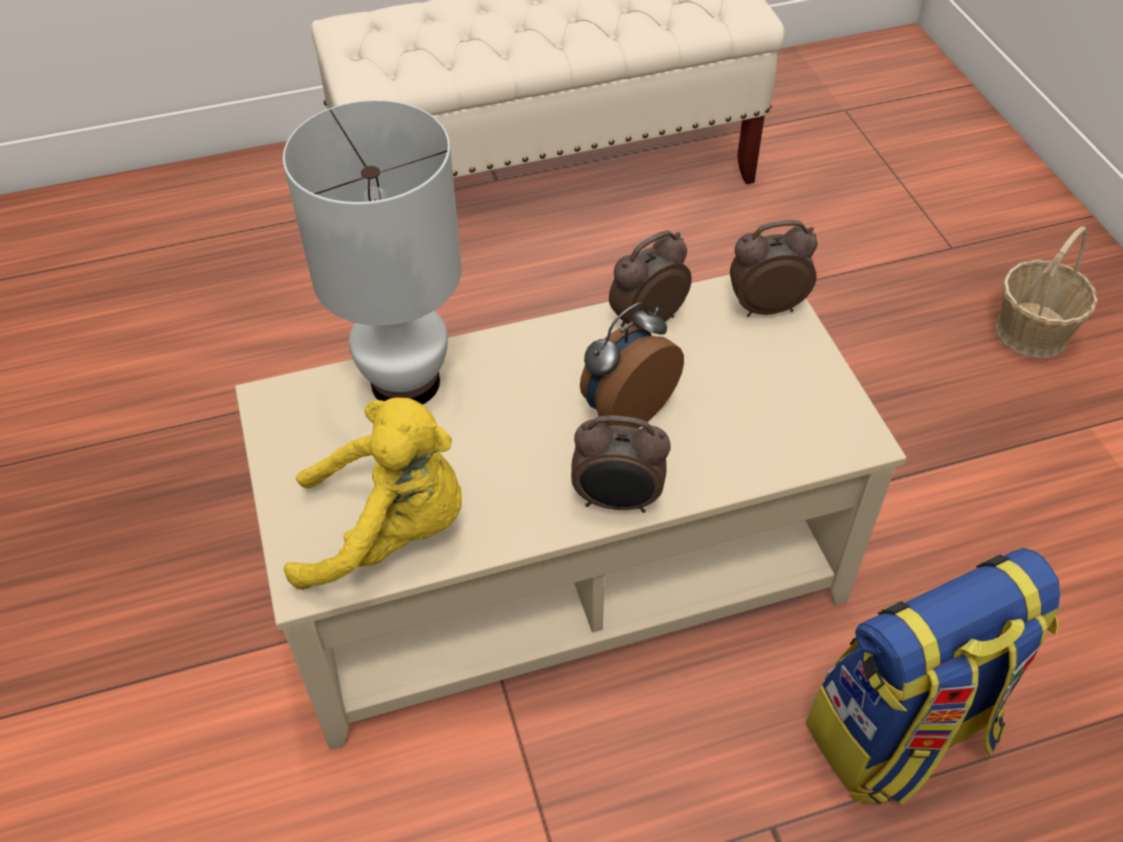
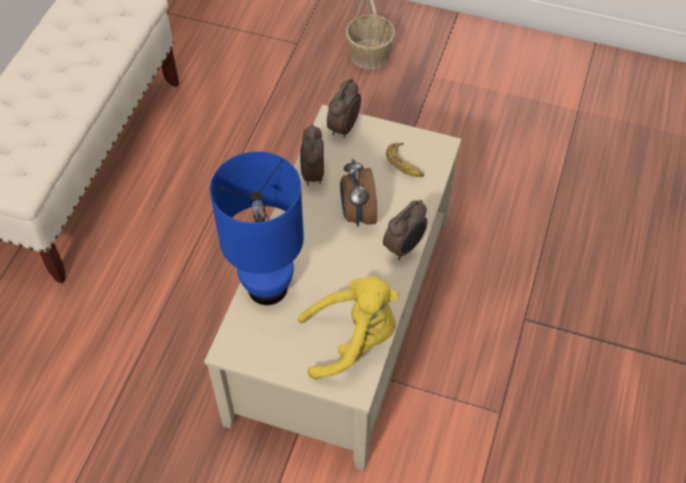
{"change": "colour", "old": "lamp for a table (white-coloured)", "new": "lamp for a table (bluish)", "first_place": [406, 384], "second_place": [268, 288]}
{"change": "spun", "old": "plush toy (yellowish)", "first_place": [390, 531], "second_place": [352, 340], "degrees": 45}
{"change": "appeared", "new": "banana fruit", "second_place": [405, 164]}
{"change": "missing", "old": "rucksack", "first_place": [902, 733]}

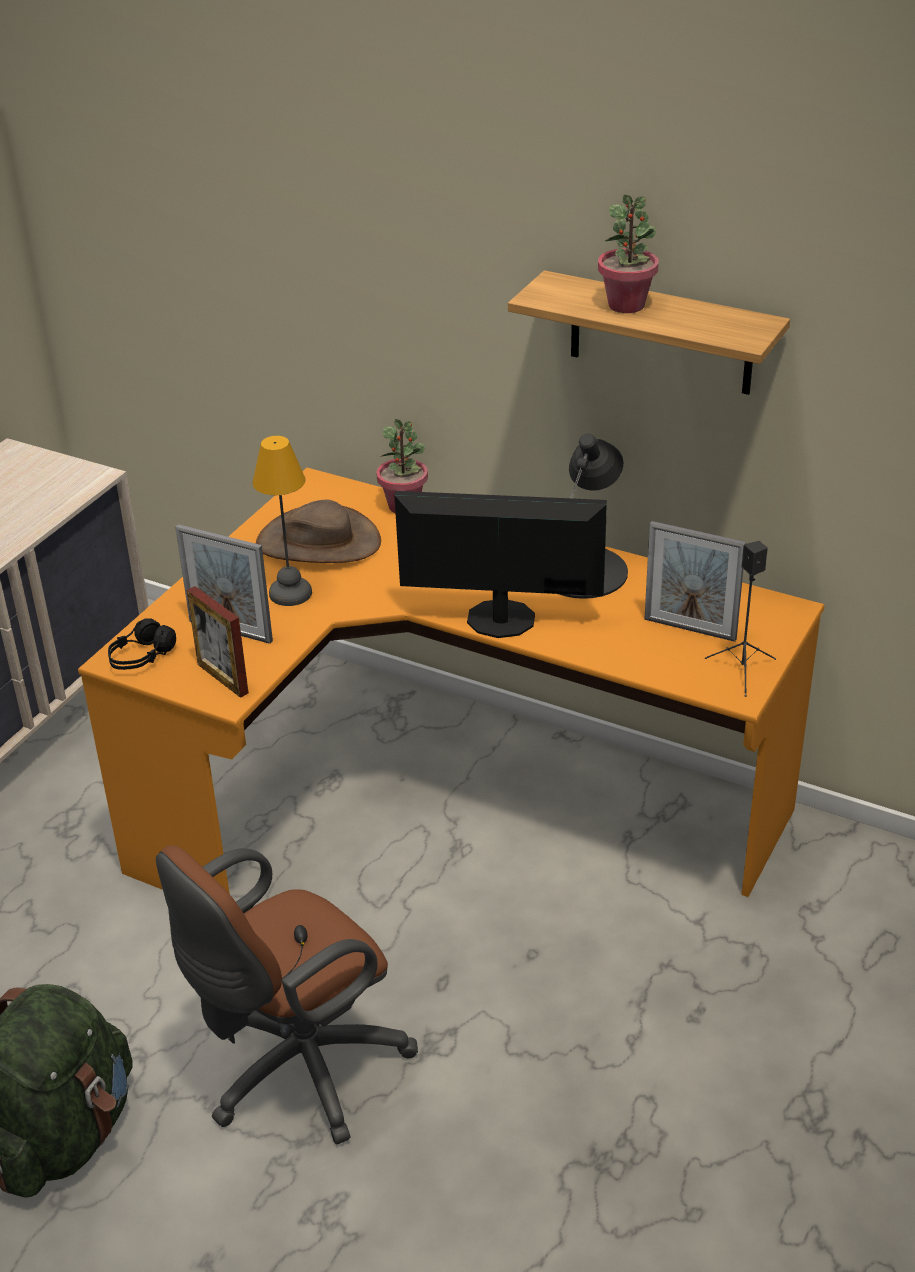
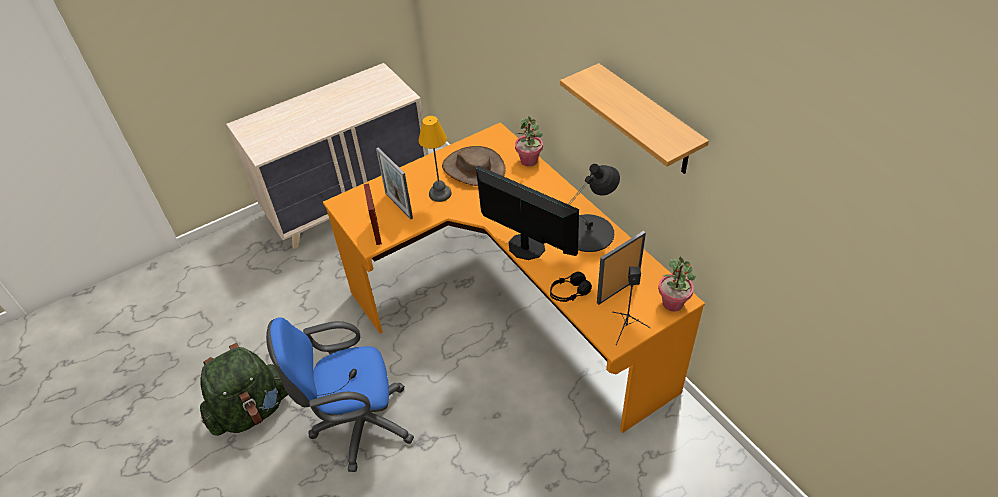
{"change": "colour", "old": "computer chair (brown-coloured)", "new": "computer chair (bluish)", "first_place": [296, 1070], "second_place": [357, 425]}
{"change": "relocated", "old": "pair of headphones (black-coloured)", "first_place": [141, 657], "second_place": [569, 293]}
{"change": "spun", "old": "standing frame", "first_place": [690, 629], "second_place": [618, 290], "degrees": 90}
{"change": "relocated", "old": "plant in a pot", "first_place": [626, 305], "second_place": [673, 303]}

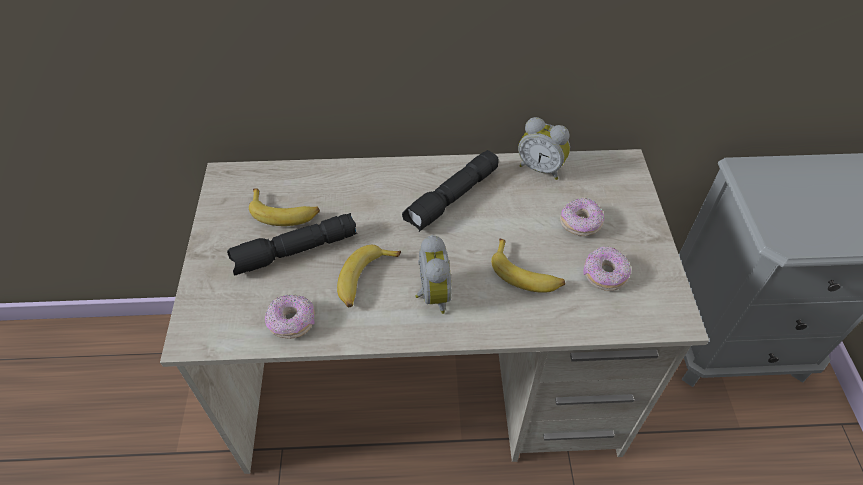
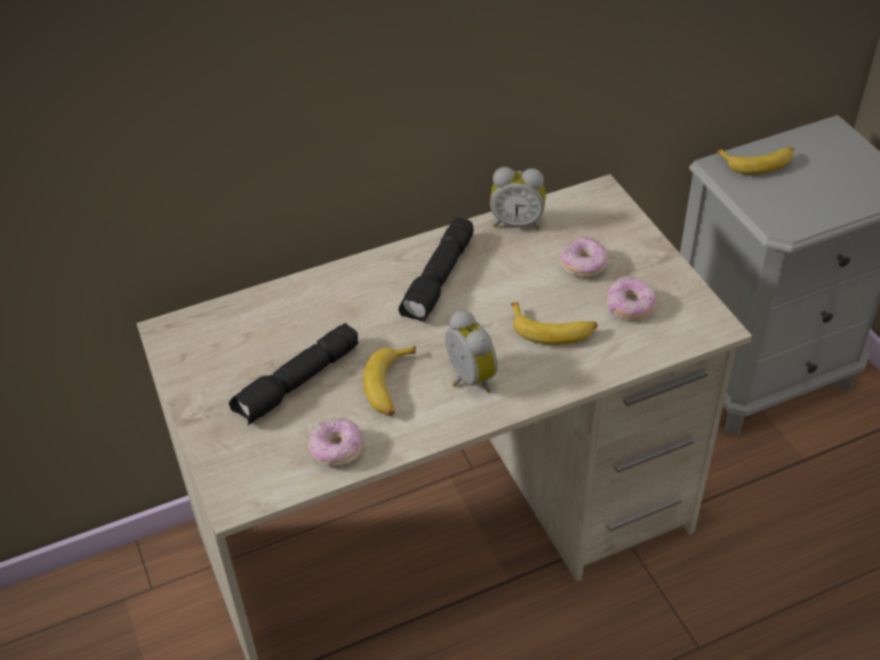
{"change": "relocated", "old": "banana fruit", "first_place": [284, 213], "second_place": [758, 163]}

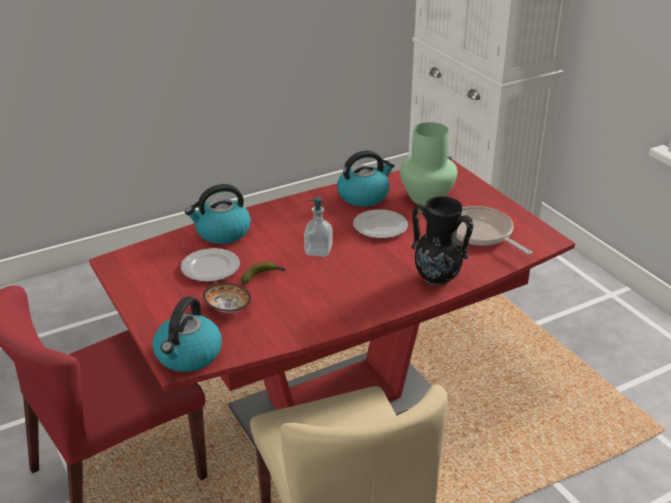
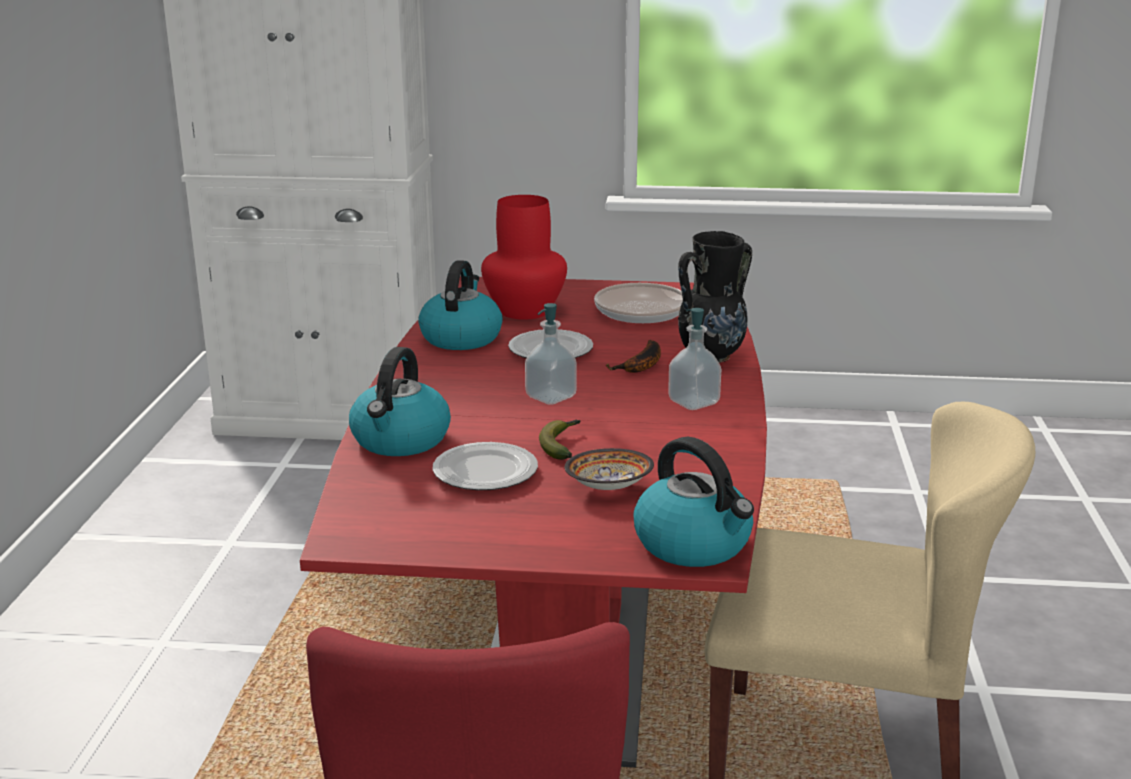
{"change": "colour", "old": "decorative vase (green-coloured)", "new": "decorative vase (reddish)", "first_place": [425, 197], "second_place": [524, 311]}
{"change": "appeared", "new": "banana fruit", "second_place": [642, 365]}
{"change": "appeared", "new": "liquid soap bottle", "second_place": [693, 402]}

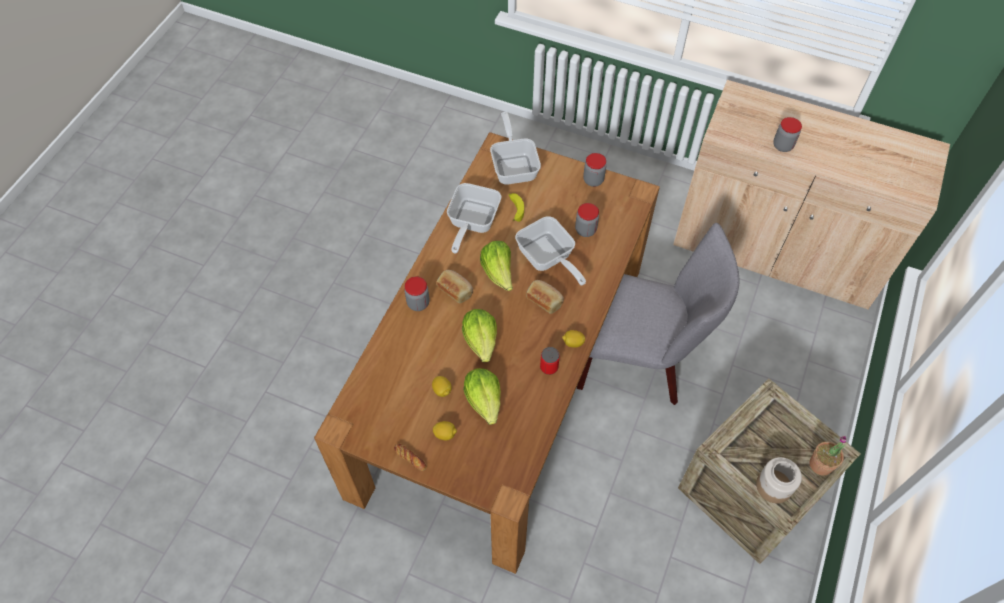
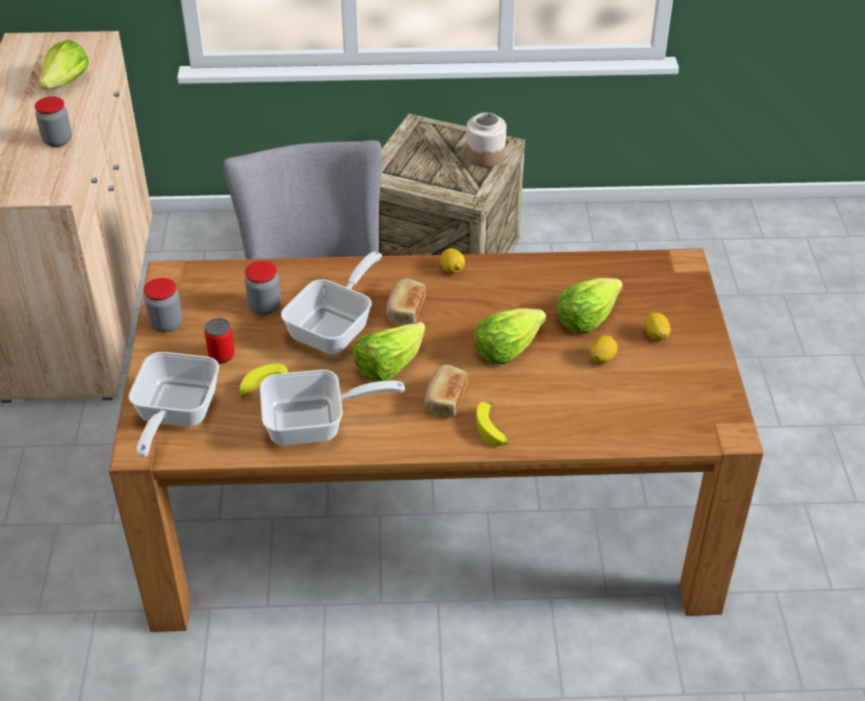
{"change": "appeared", "new": "head of lettuce", "second_place": [66, 83]}
{"change": "spun", "old": "skillet", "first_place": [514, 165], "second_place": [174, 415], "degrees": -45}
{"change": "relocated", "old": "can", "first_place": [549, 367], "second_place": [221, 355]}
{"change": "exchanged", "old": "jar", "new": "banana fruit", "first_place": [418, 303], "second_place": [492, 430]}
{"change": "missing", "old": "bakery bread", "first_place": [410, 458]}
{"change": "missing", "old": "plant in a pot", "first_place": [820, 464]}

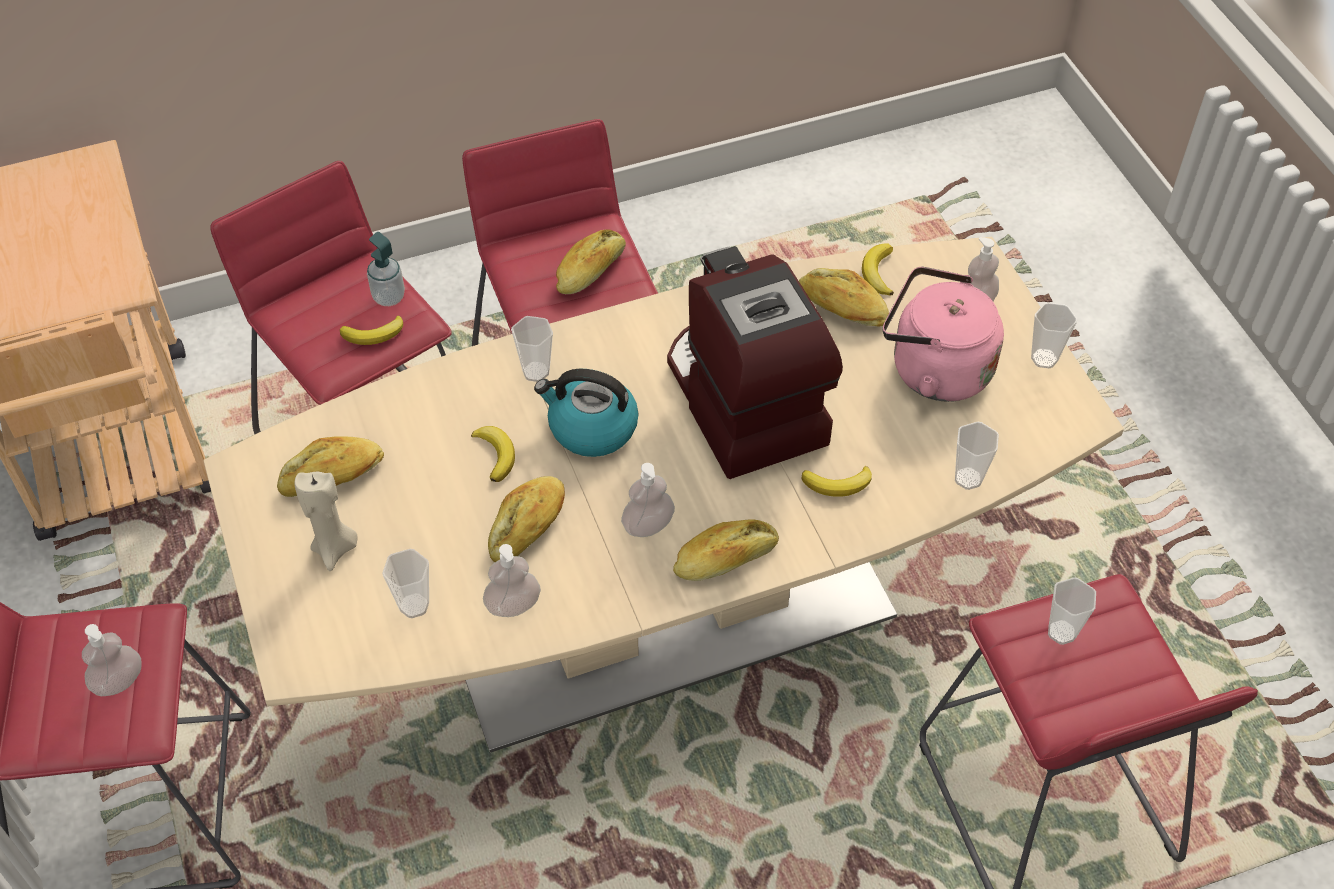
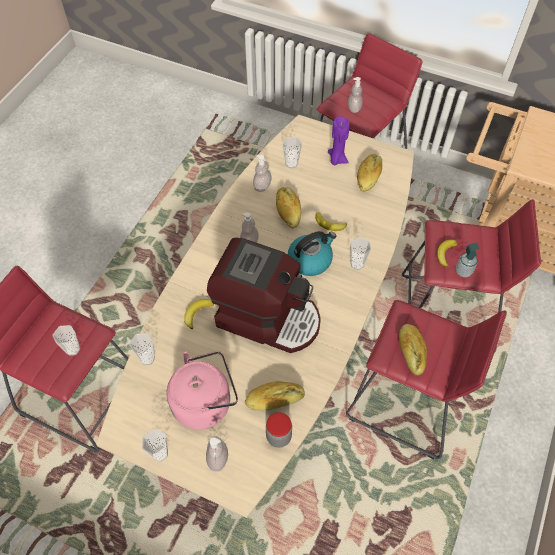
{"change": "exchanged", "old": "banana fruit", "new": "jar", "first_place": [878, 272], "second_place": [278, 436]}
{"change": "colour", "old": "candle (beige-coloured)", "new": "candle (purplish)", "first_place": [335, 548], "second_place": [337, 159]}
{"change": "missing", "old": "bakery bread", "first_place": [725, 559]}

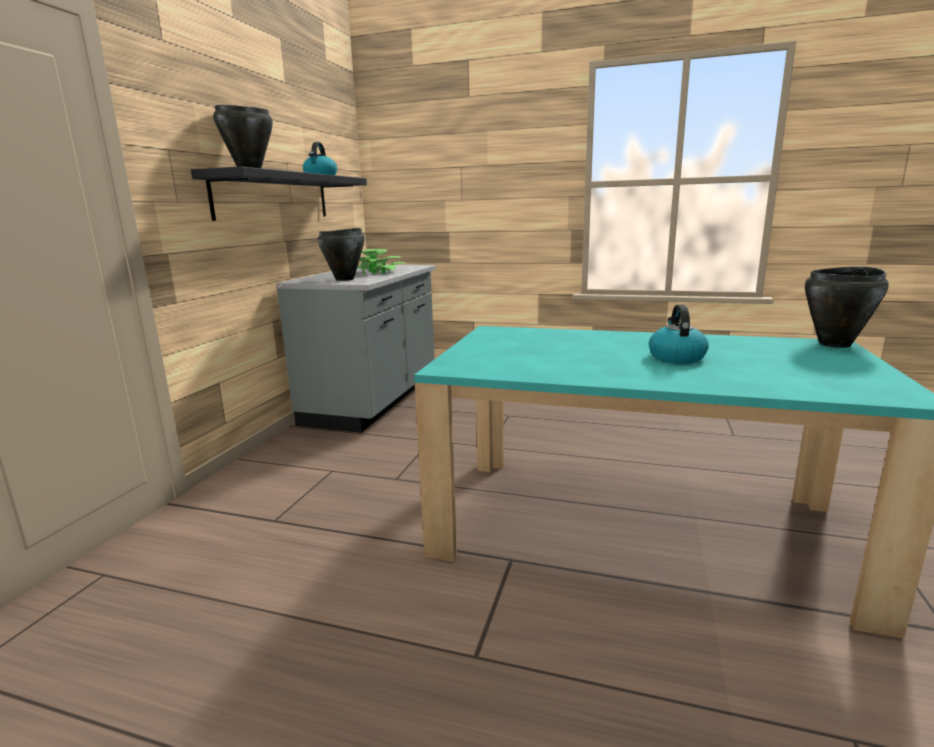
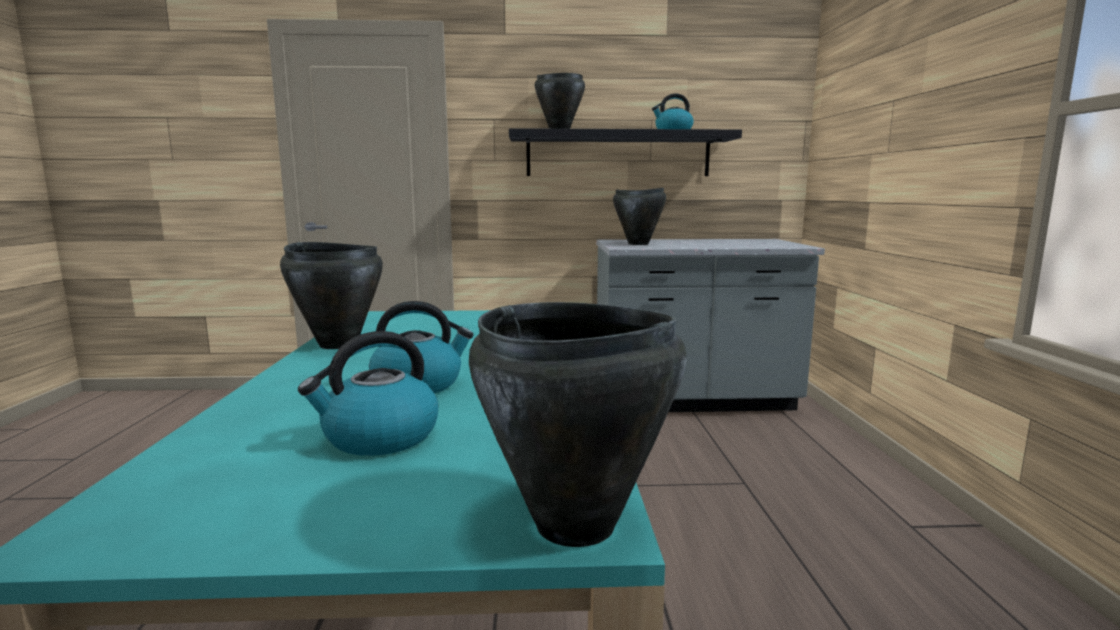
{"change": "appeared", "new": "saucepot (black-coloured)", "second_place": [338, 344]}
{"change": "appeared", "new": "water kettle", "second_place": [379, 438]}
{"change": "missing", "old": "plant in a pot", "first_place": [377, 272]}

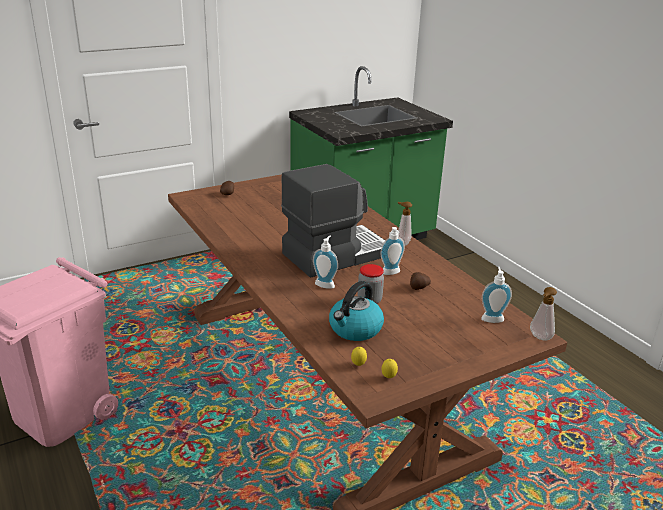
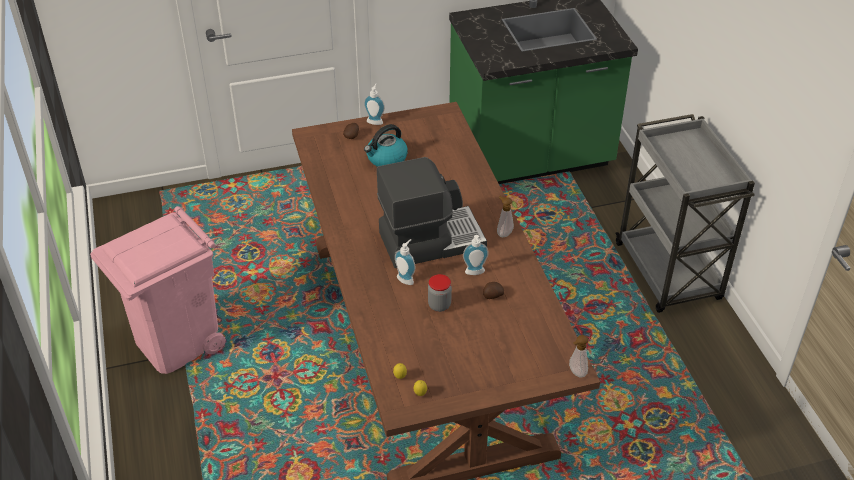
{"change": "relocated", "old": "liquid soap bottle", "first_place": [492, 318], "second_place": [375, 121]}
{"change": "relocated", "old": "water kettle", "first_place": [355, 329], "second_place": [386, 159]}
{"change": "appeared", "new": "trolley (greyish)", "second_place": [668, 273]}

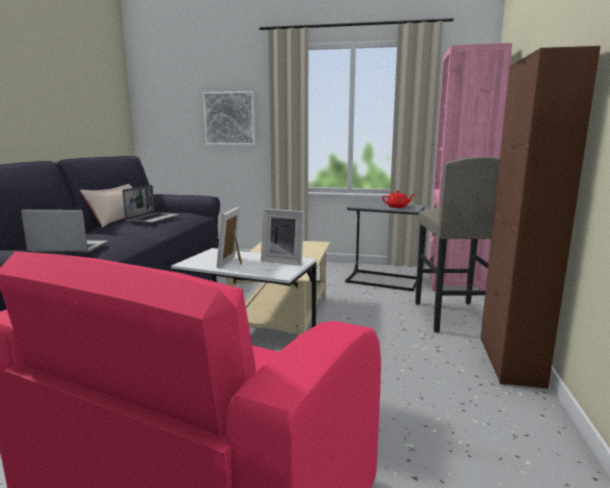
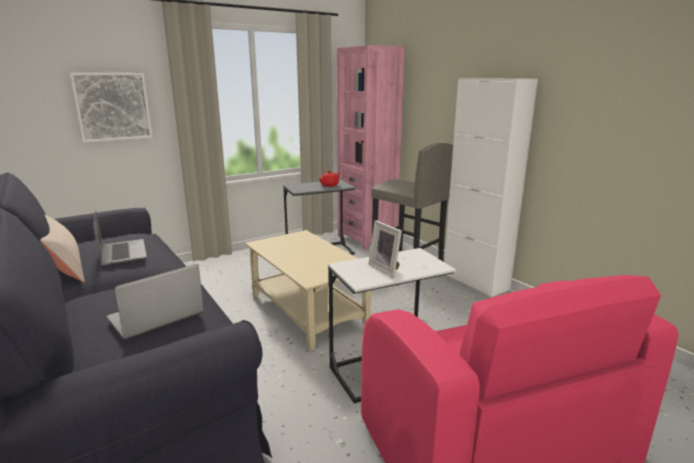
{"change": "colour", "old": "cupboard (brown-coloured)", "new": "cupboard (white-coloured)", "first_place": [510, 361], "second_place": [475, 281]}
{"change": "missing", "old": "standing frame", "first_place": [284, 261]}

